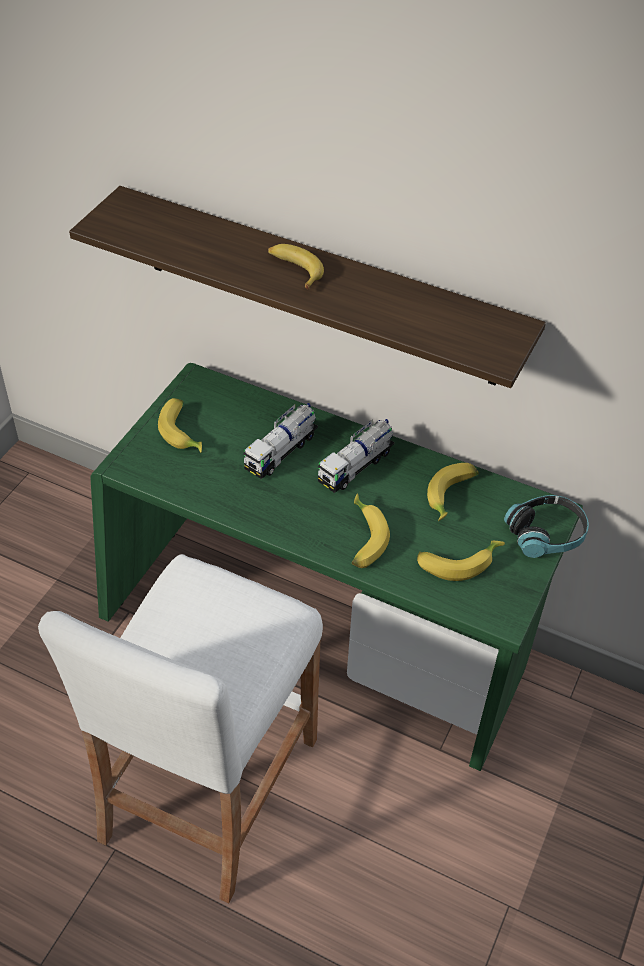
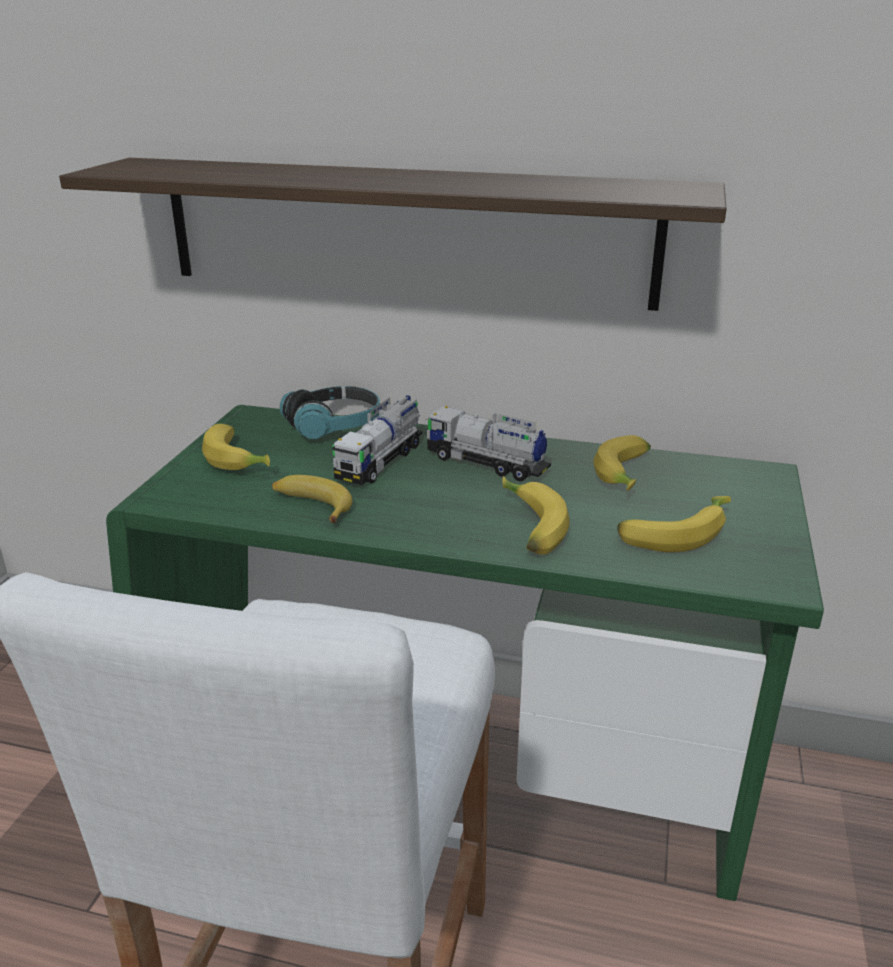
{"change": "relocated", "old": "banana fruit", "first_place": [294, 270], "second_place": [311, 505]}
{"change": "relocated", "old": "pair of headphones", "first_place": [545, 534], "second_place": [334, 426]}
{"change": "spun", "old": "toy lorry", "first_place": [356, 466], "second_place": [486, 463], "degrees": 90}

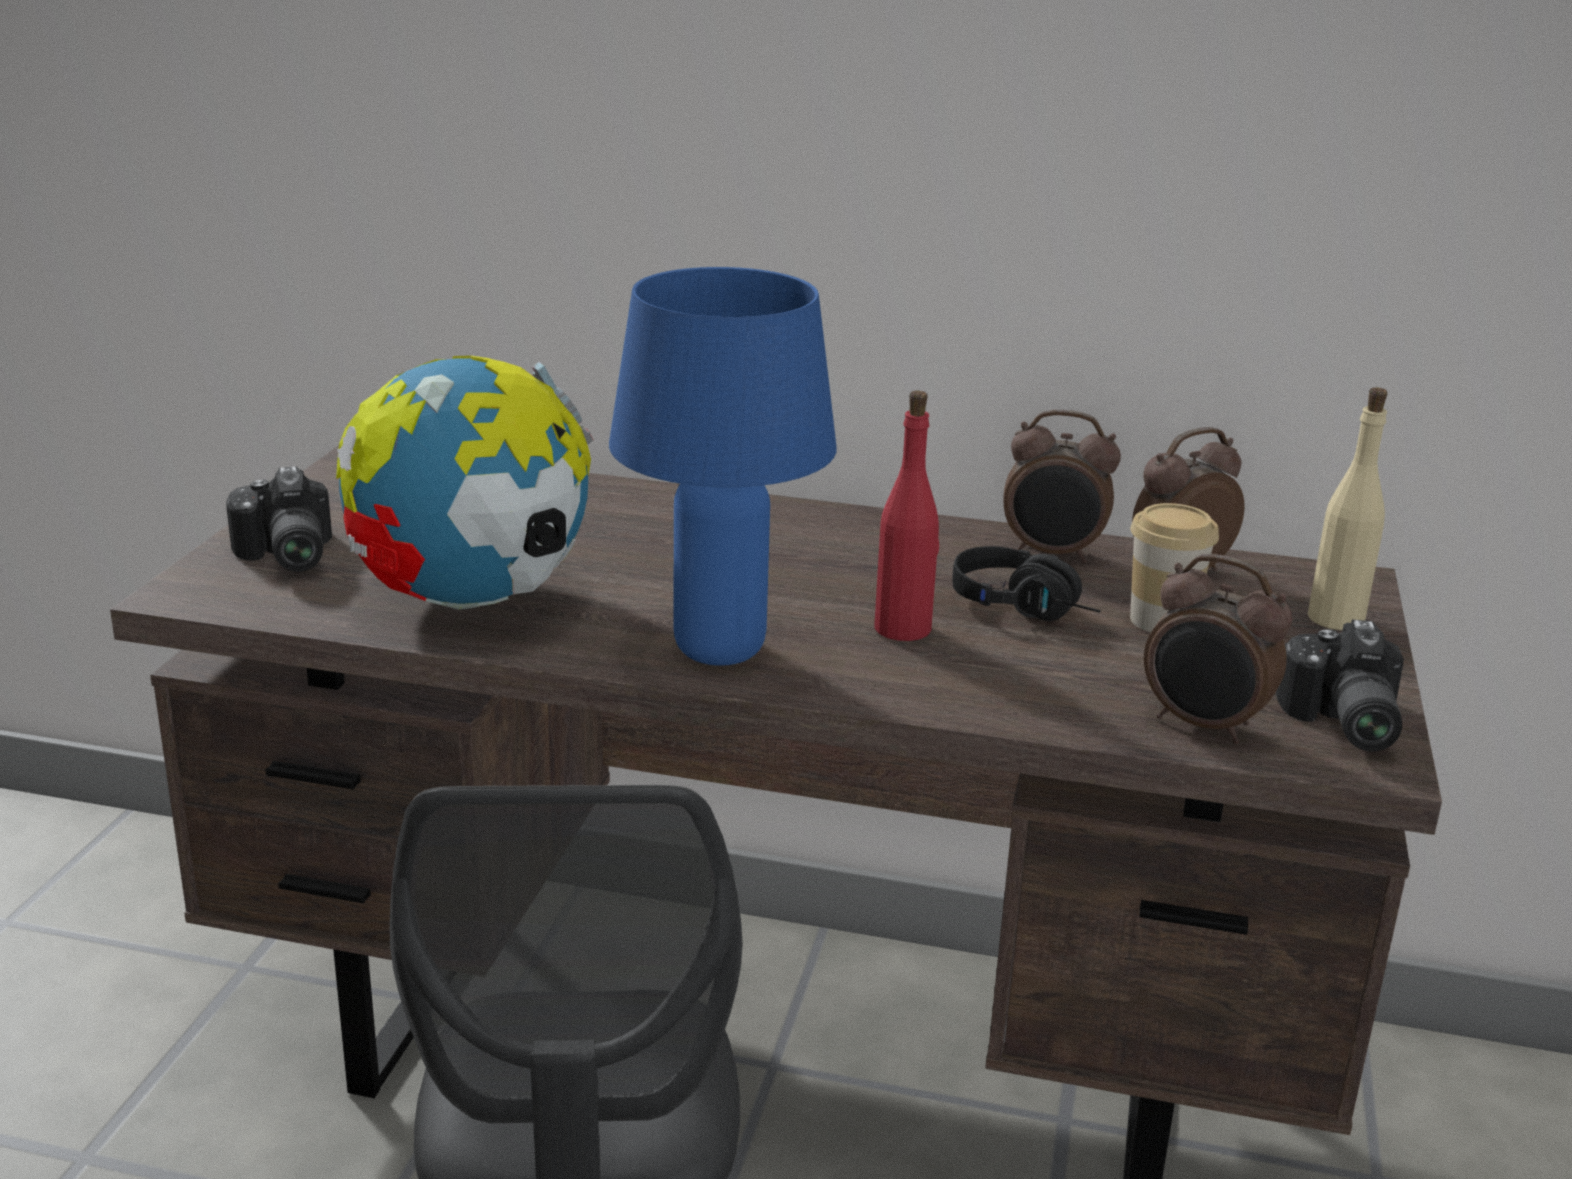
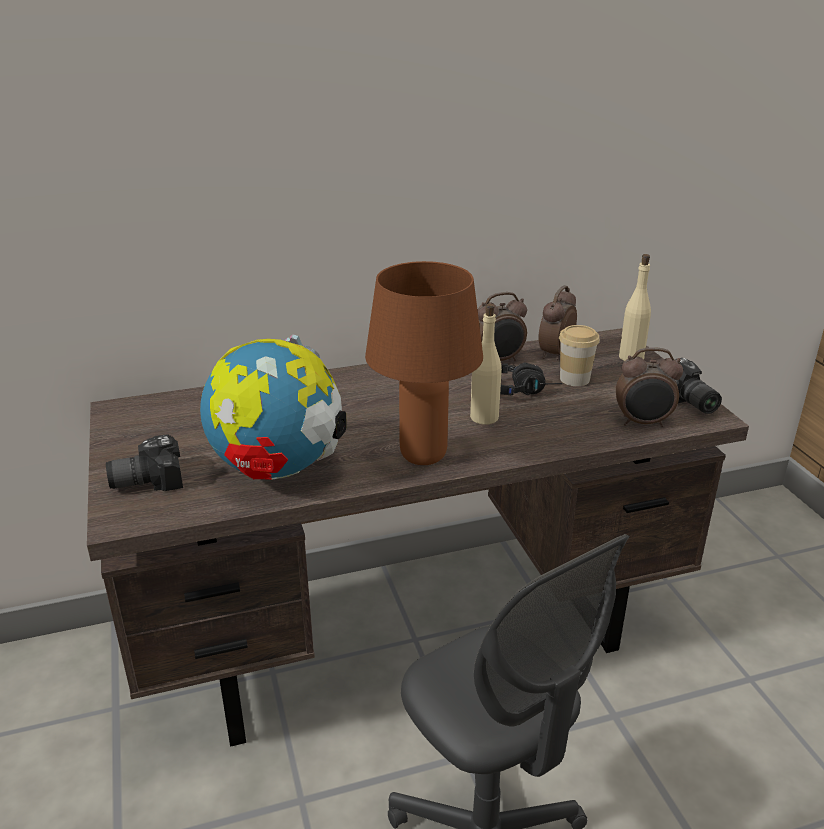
{"change": "spun", "old": "still camera", "first_place": [283, 556], "second_place": [147, 479], "degrees": 120}
{"change": "colour", "old": "lamp for a table (bluish)", "new": "lamp for a table (brown-coloured)", "first_place": [717, 651], "second_place": [422, 456]}
{"change": "colour", "old": "bottle (reddish)", "new": "bottle (beige-coloured)", "first_place": [903, 628], "second_place": [484, 417]}

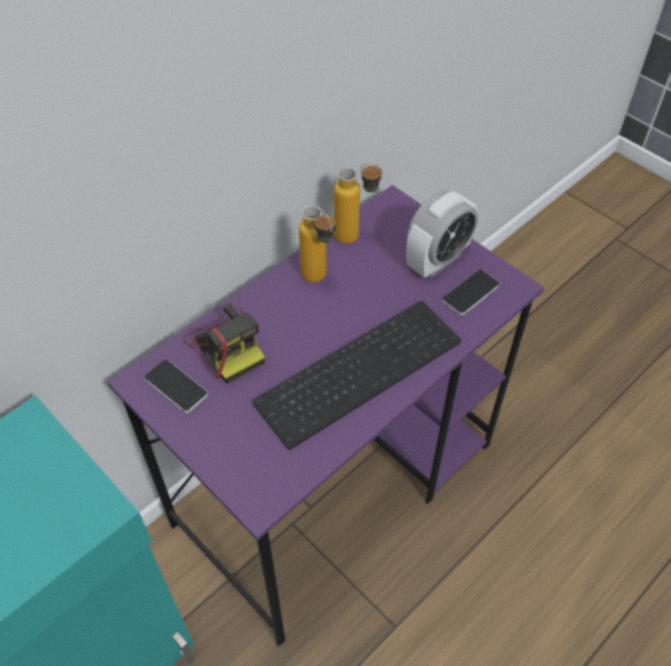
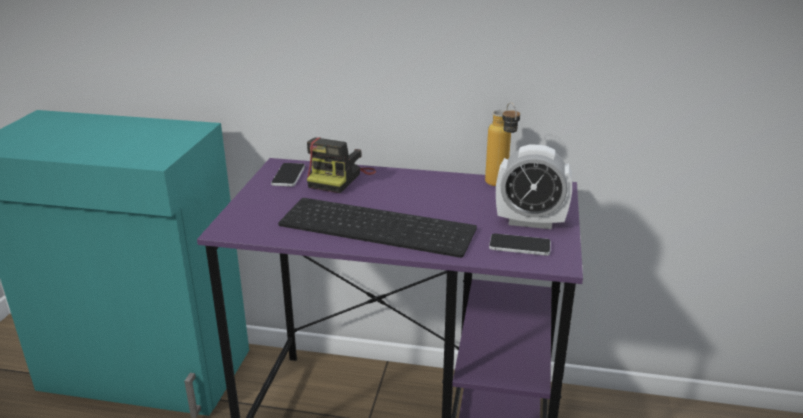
{"change": "missing", "old": "bottle", "first_place": [319, 281]}

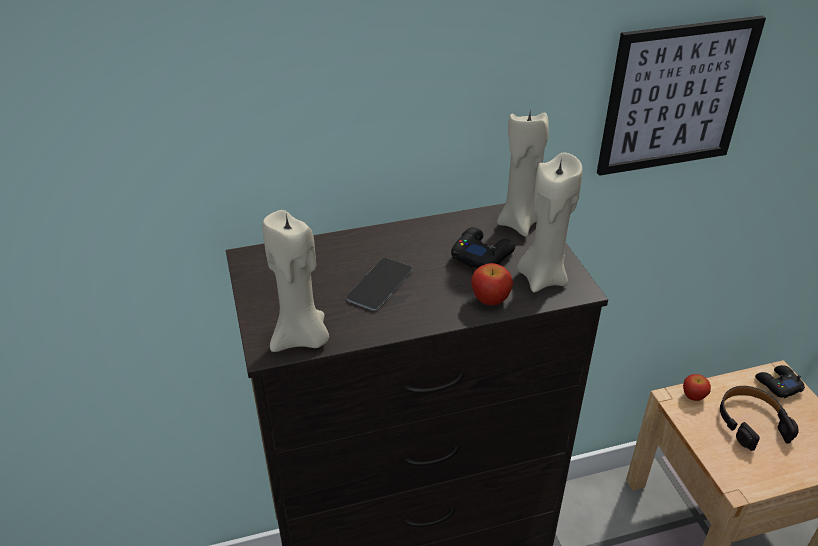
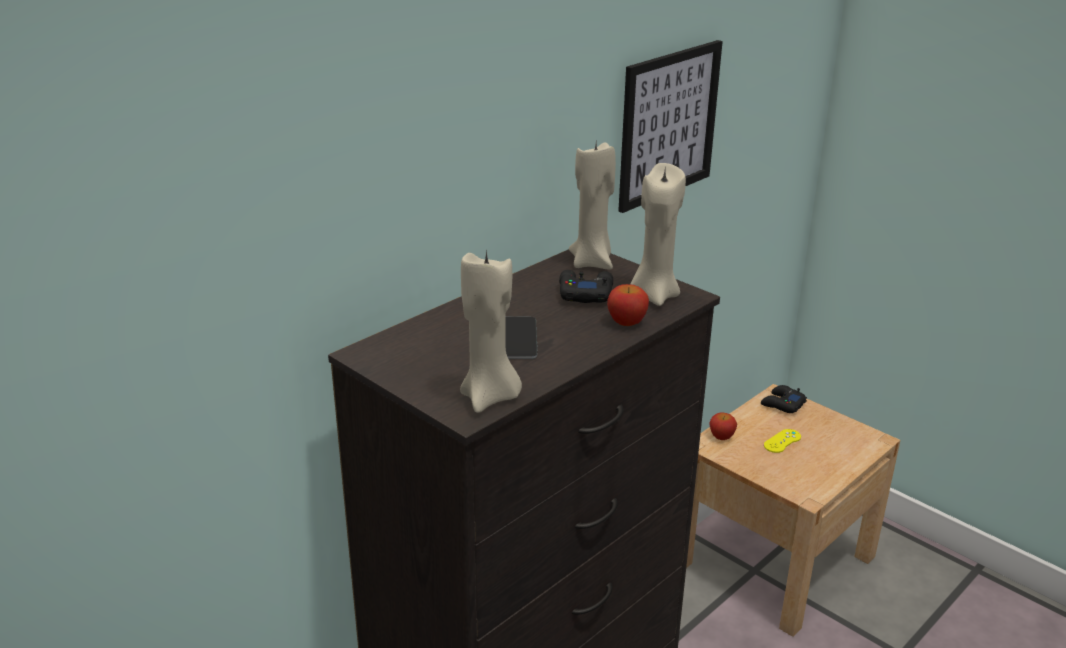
{"change": "exchanged", "old": "pair of headphones (black-coloured)", "new": "gamepad (yellowish)", "first_place": [751, 422], "second_place": [782, 441]}

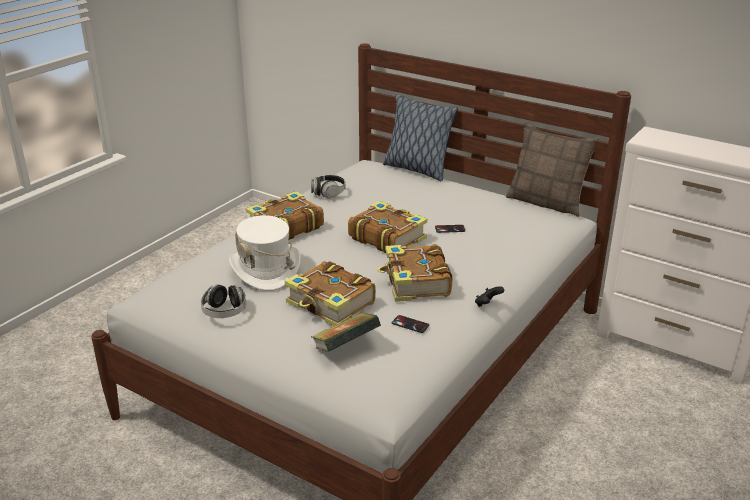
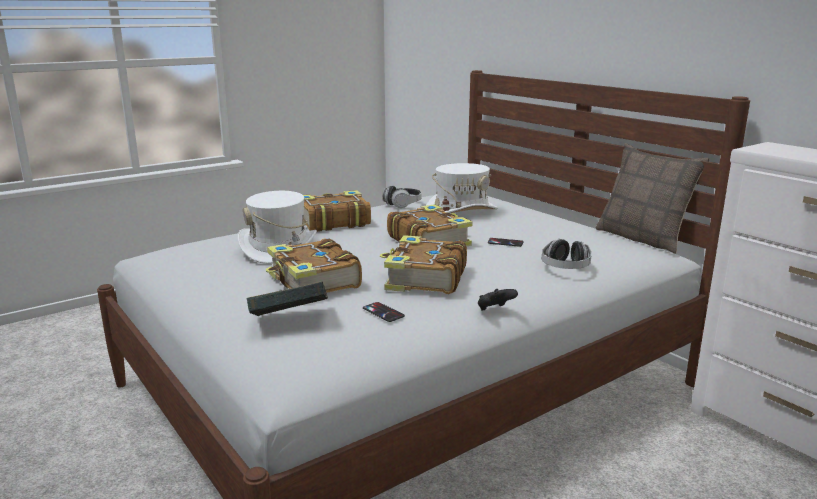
{"change": "appeared", "new": "wearable hat (white-coloured)", "second_place": [461, 210]}
{"change": "relocated", "old": "pair of headphones", "first_place": [224, 312], "second_place": [565, 268]}
{"change": "missing", "old": "throw pillow", "first_place": [417, 169]}

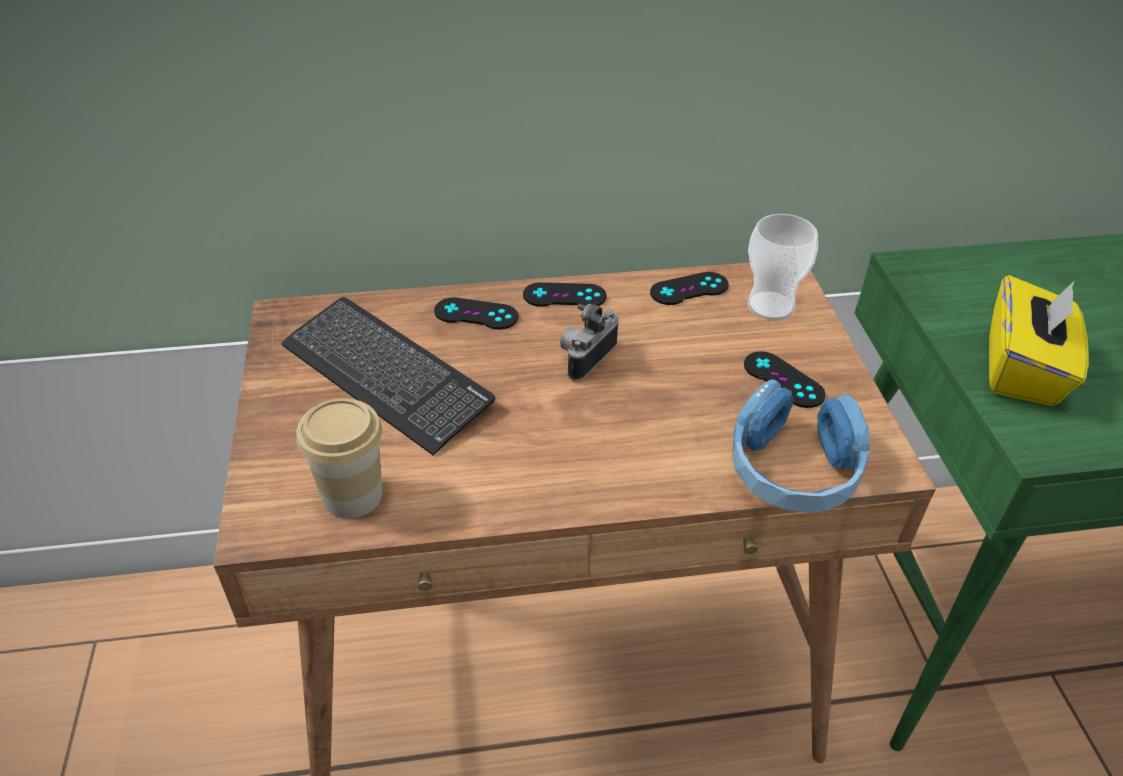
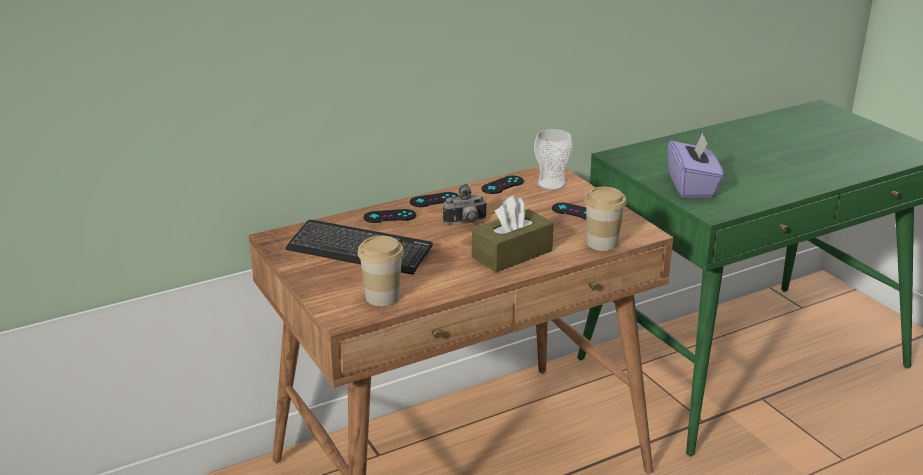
{"change": "spun", "old": "still camera", "first_place": [585, 357], "second_place": [466, 222], "degrees": -120}
{"change": "appeared", "new": "tissue box (brown-coloured)", "second_place": [512, 254]}
{"change": "exchanged", "old": "pair of headphones (bluish)", "new": "cup", "first_place": [793, 469], "second_place": [602, 243]}
{"change": "colour", "old": "tissue box (yellowish)", "new": "tissue box (purplish)", "first_place": [1022, 370], "second_place": [692, 186]}

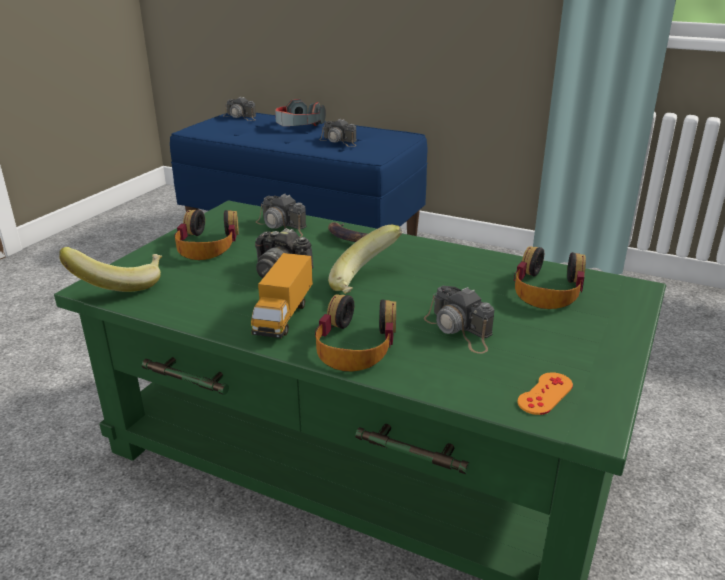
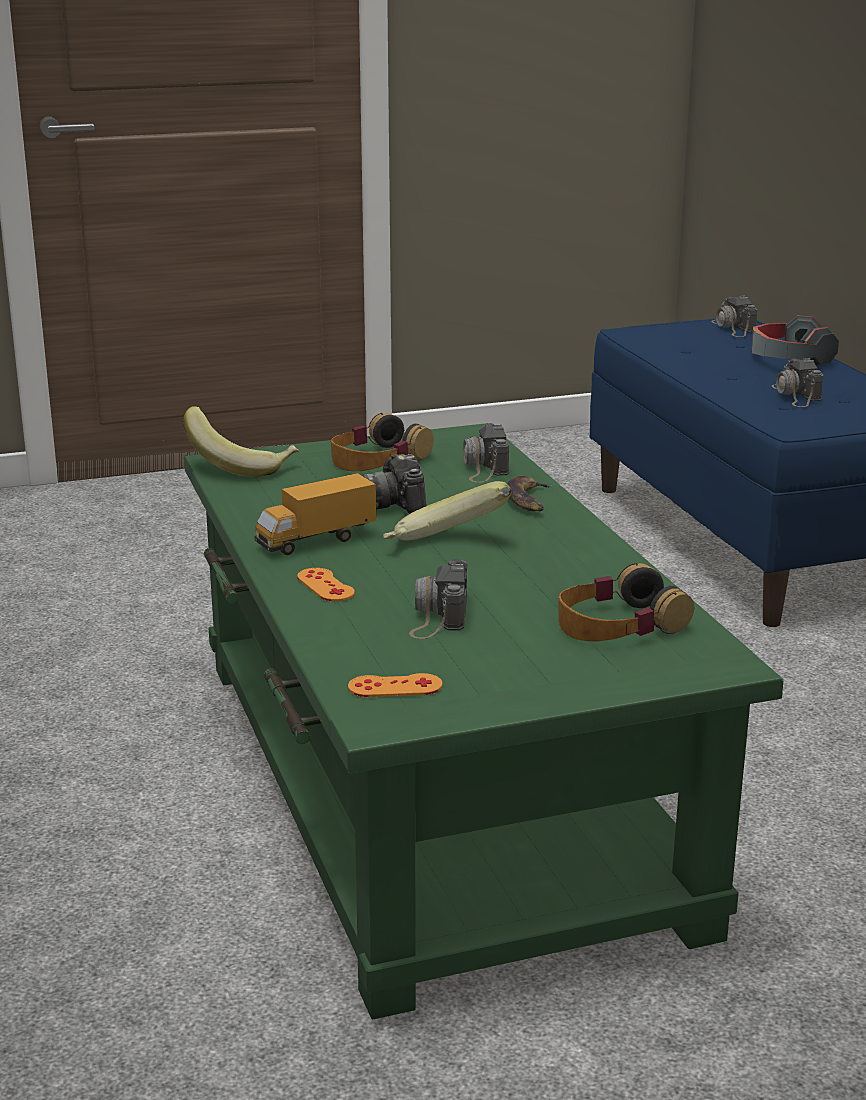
{"change": "exchanged", "old": "pair of headphones", "new": "gamepad (orangey)", "first_place": [356, 345], "second_place": [325, 585]}

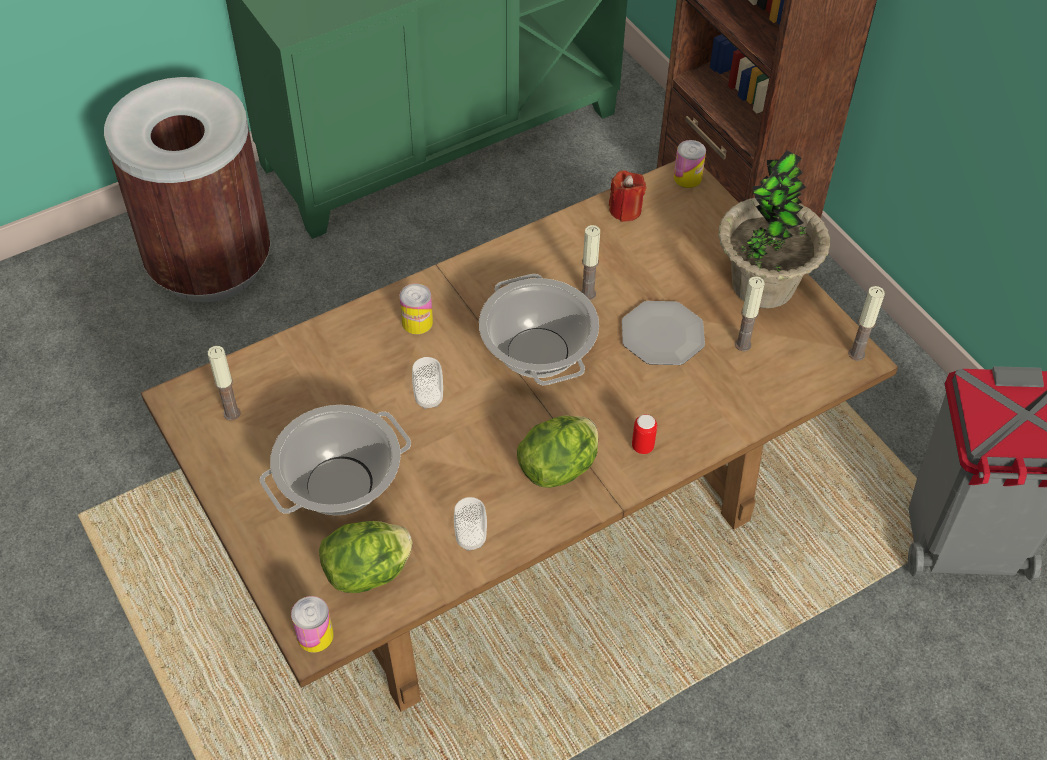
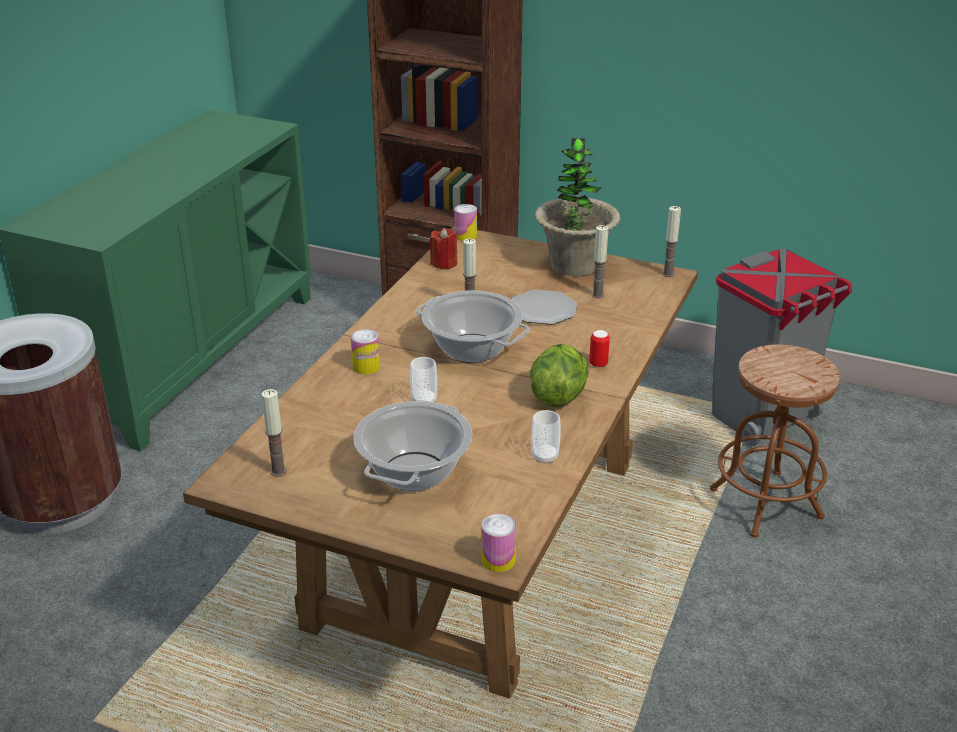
{"change": "appeared", "new": "sitting stool (brown-coloured)", "second_place": [765, 503]}
{"change": "missing", "old": "head of lettuce", "first_place": [368, 572]}

